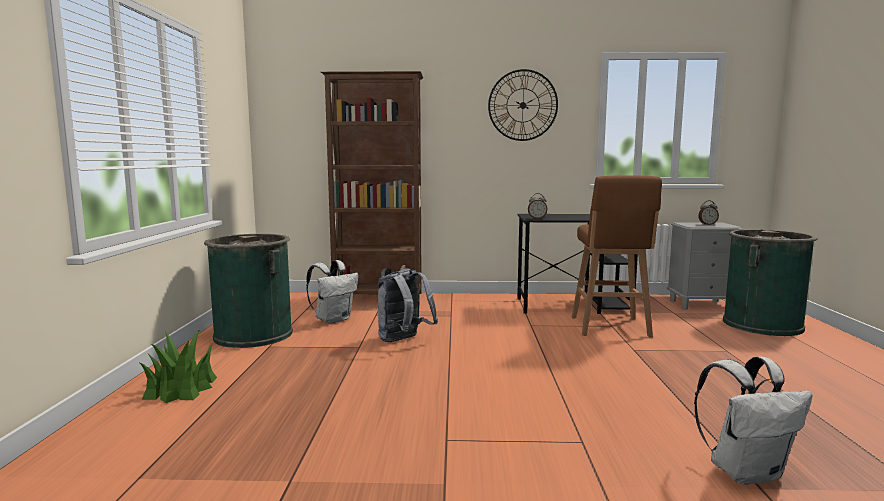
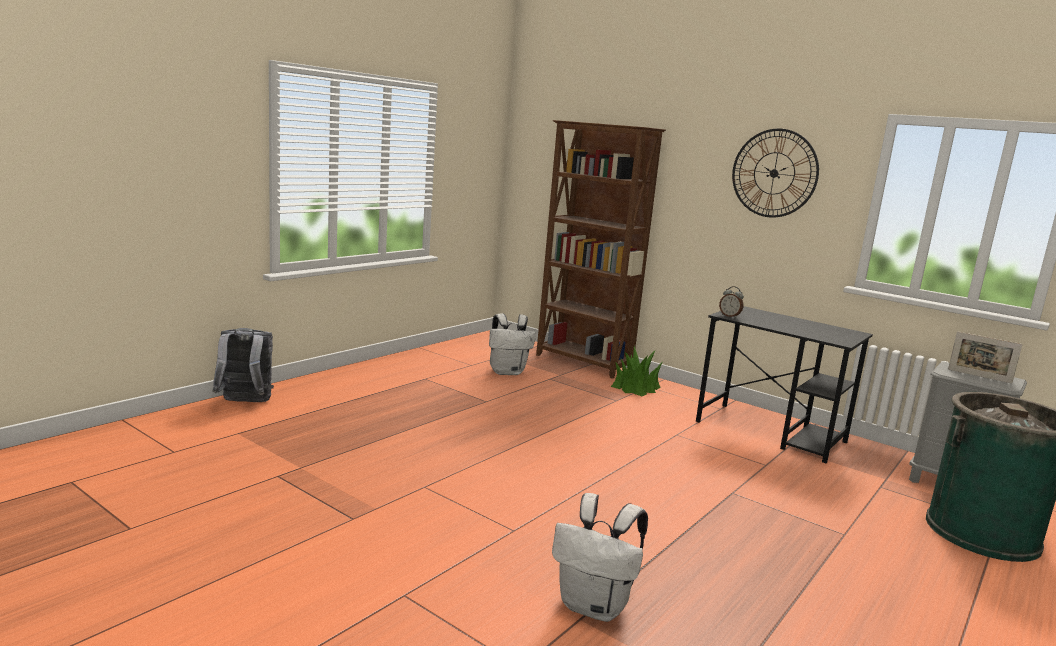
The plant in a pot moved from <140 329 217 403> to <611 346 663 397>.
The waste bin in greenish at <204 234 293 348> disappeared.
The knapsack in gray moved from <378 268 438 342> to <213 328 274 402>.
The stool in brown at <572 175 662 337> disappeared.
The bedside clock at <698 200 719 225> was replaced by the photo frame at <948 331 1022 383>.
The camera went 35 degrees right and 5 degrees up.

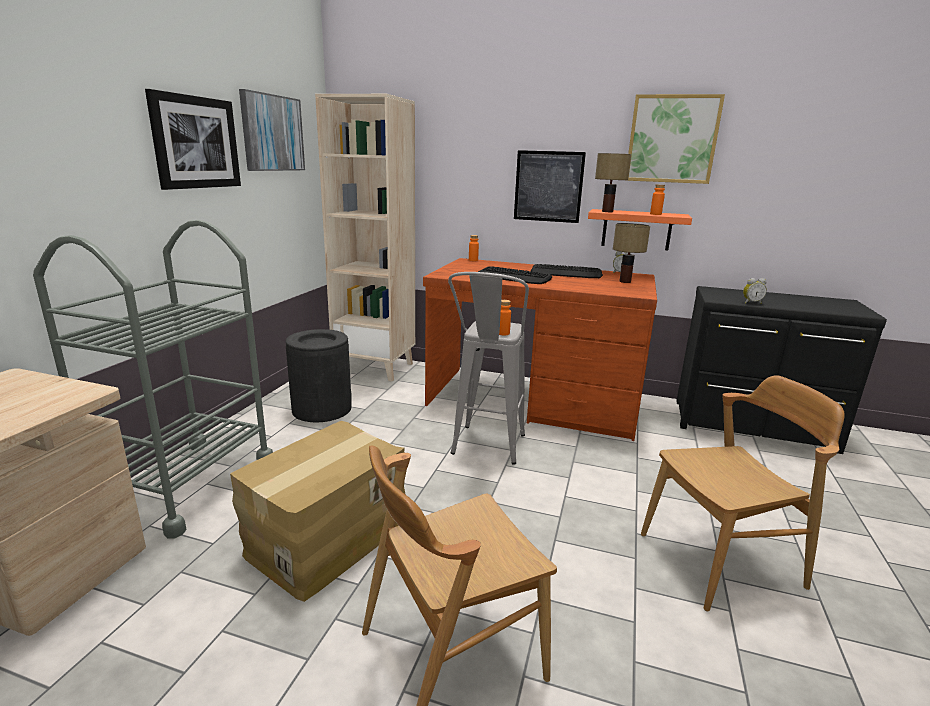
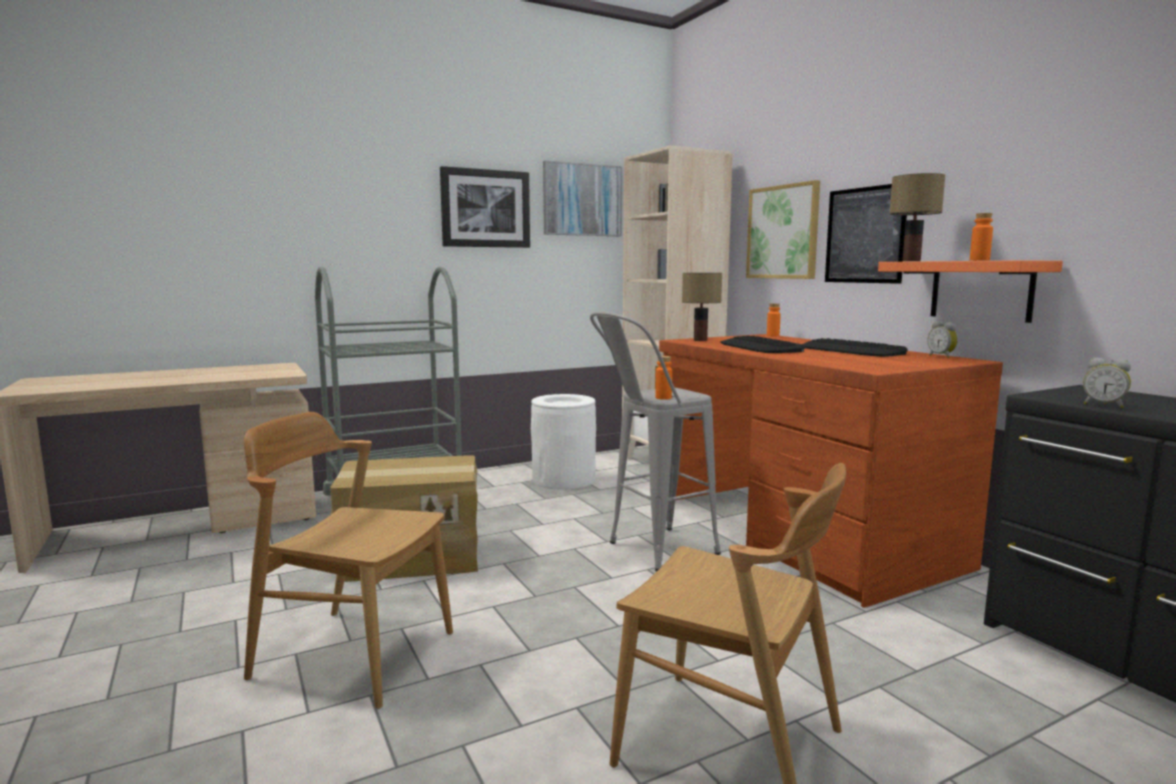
The waste bin in blackish at <286 329 352 422> became the waste bin in white at <531 394 596 490>.
The tabletop lamp moved from <613 223 650 283> to <682 273 722 341>.
The wall art moved from <625 94 725 184> to <746 180 820 279>.
The camera went 45 degrees right and 10 degrees down.

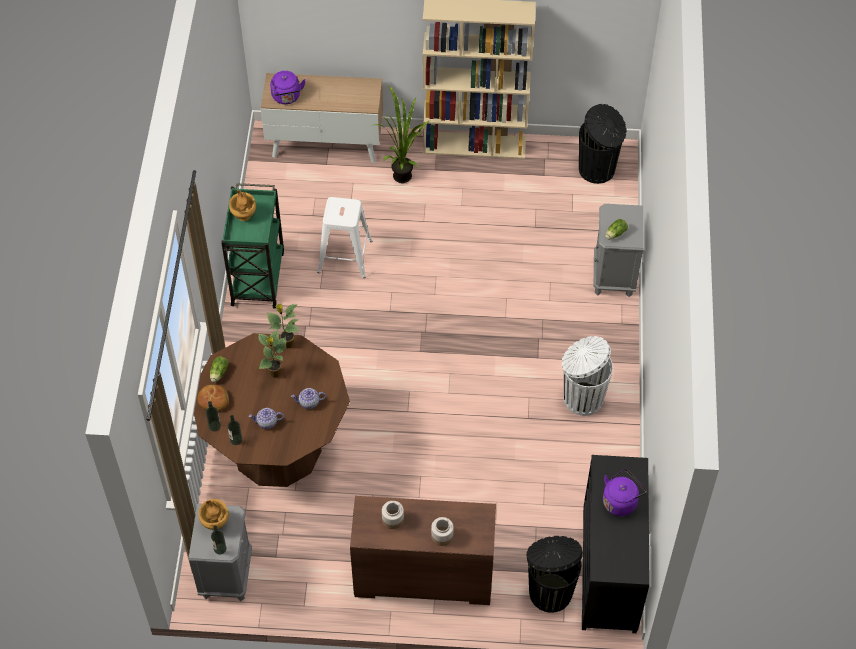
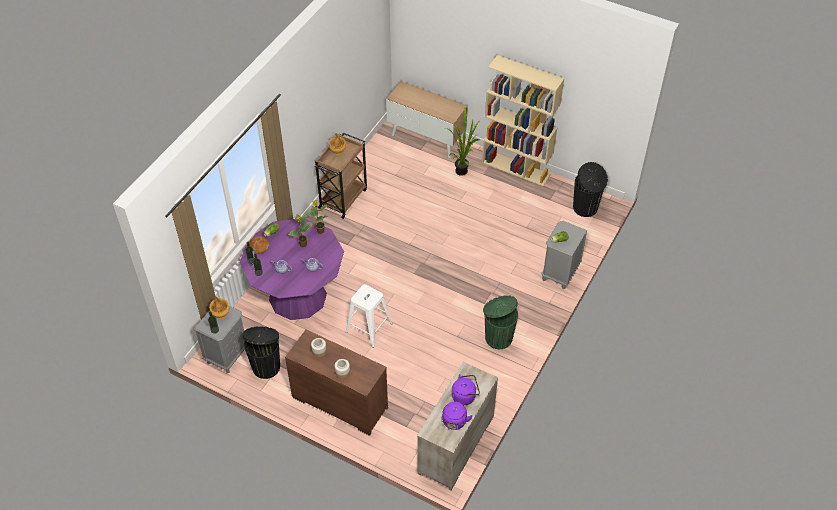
The dining table in brown at <194 333 350 487> became the dining table in purple-coloured at <240 219 344 320>.
The wheeled cart in greenish at <221 183 284 309> became the wheeled cart in brown at <315 133 367 219>.
The tea kettle in purple-coloured moved from <270 71 306 104> to <441 402 473 430>.
The stool in white moved from <317 197 373 278> to <345 284 393 348>.
The waste bin in blackish moved from <527 536 583 613> to <243 326 280 379>.
The waste bin in white at <561 336 613 416> became the waste bin in greenish at <483 295 518 349>.
The dresser in blackish at <582 455 650 633> became the dresser in sand-coloured at <417 362 498 490>.
The camera went 25 degrees right and 5 degrees down.

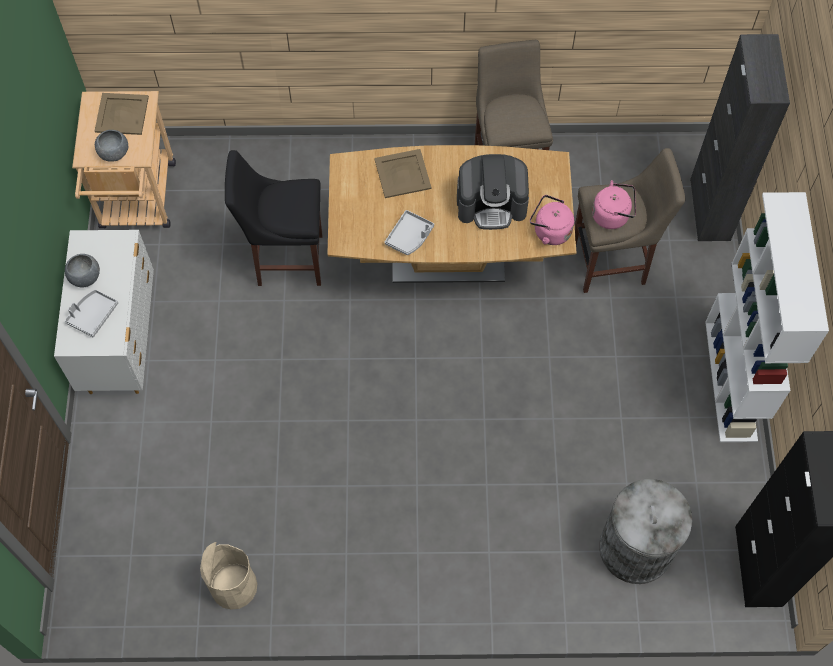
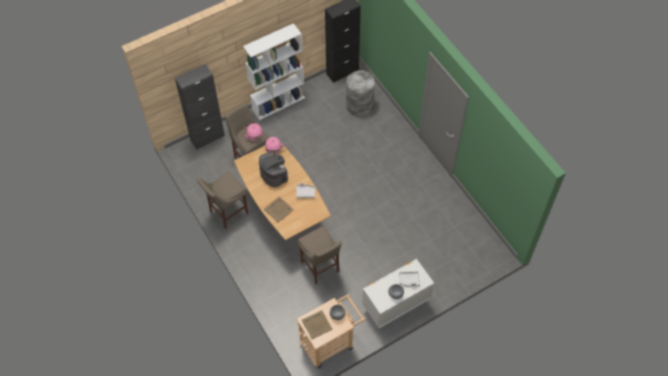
The waste bin in sand-coloured at <200 542 257 610> disappeared.
The stool in blackish at <225 150 322 286> became the stool in sand-coloured at <298 226 342 284>.
The camera went 120 degrees left and 5 degrees down.

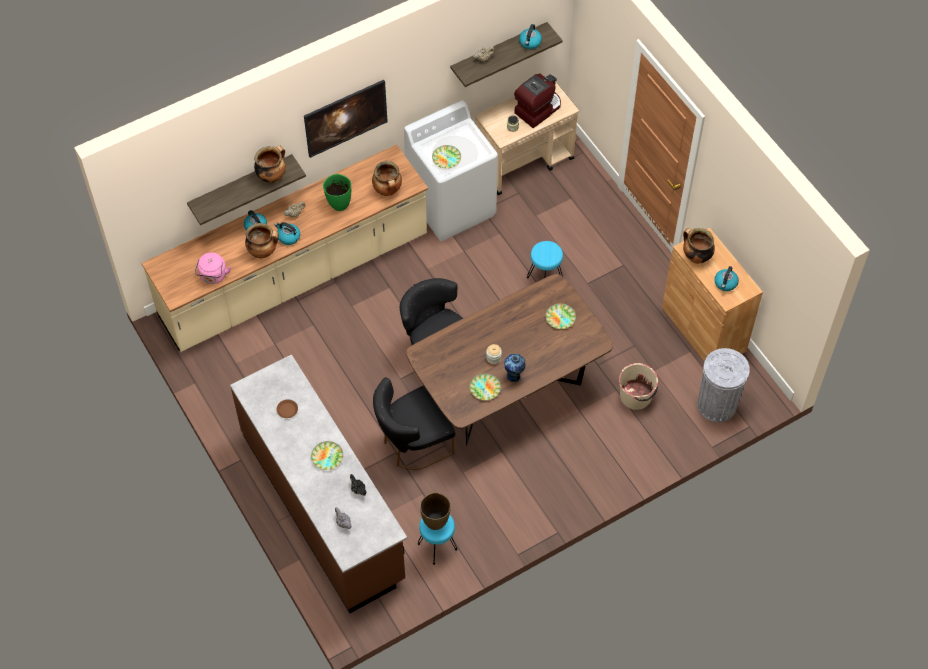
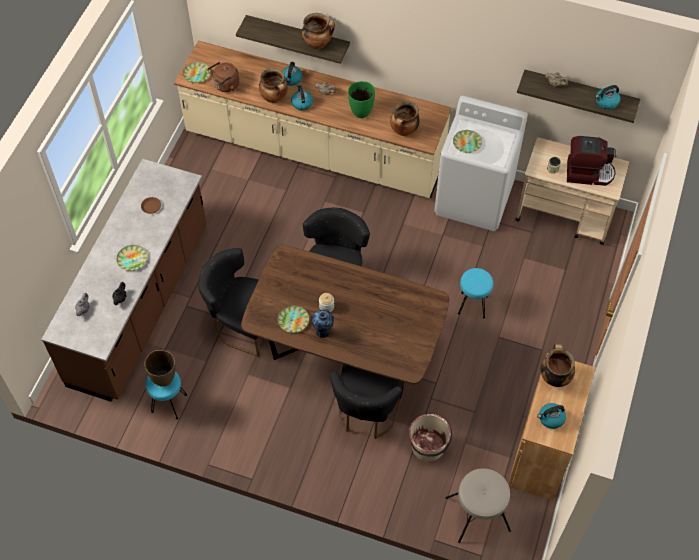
The tea kettle in pinkish at <195 252 231 284> became the tea kettle in brown at <207 62 239 92>.
The wall art at <304 80 388 158> disappeared.
The plate moved from <545 303 576 329> to <183 62 211 83>.
The waste bin in gray at <697 348 750 422> was replaced by the stool in sand-coloured at <445 468 511 543>.
The upright chair in blackish at <330 364 404 439> appeared.
The camera went 50 degrees right and 0 degrees up.

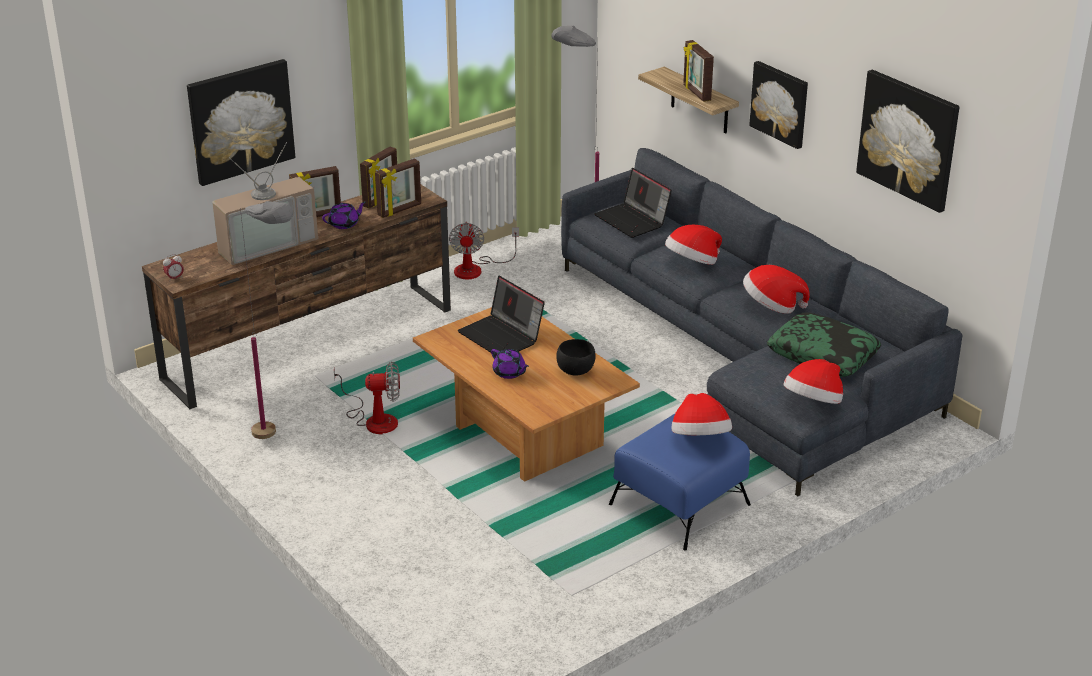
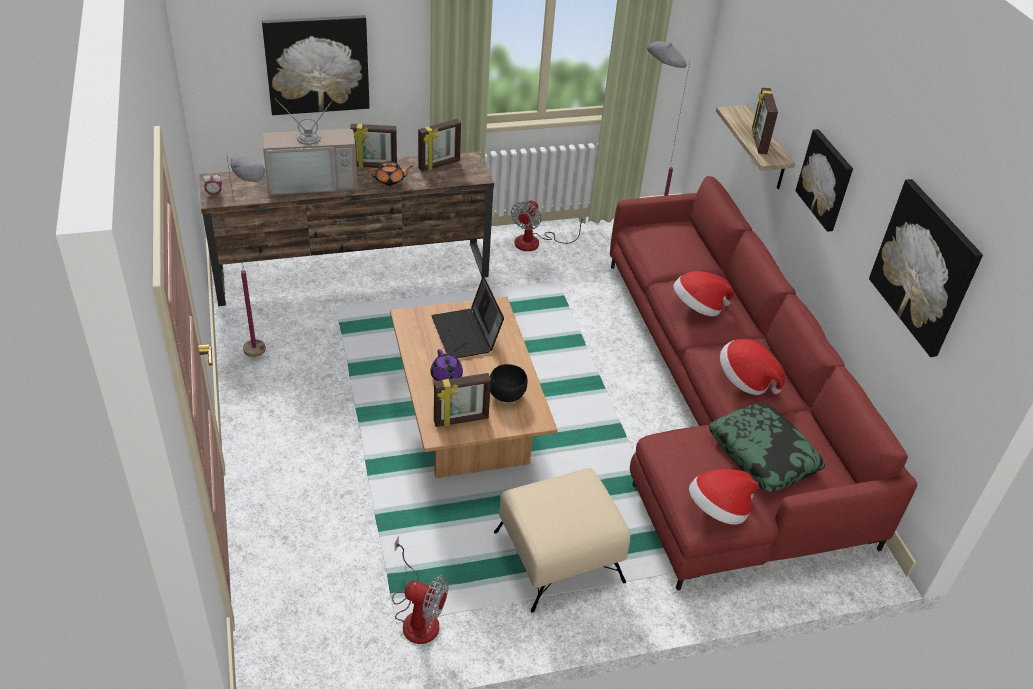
The tea pot in purple-coloured at <322 202 366 229> became the tea pot in orange at <368 161 413 187>.
The electric fan moved from <334 362 400 434> to <392 536 448 644>.
The photo frame moved from <375 159 421 218> to <434 373 491 427>.
The settee in gray at <561 148 962 496> became the settee in red-coloured at <610 176 917 591>.
The portable computer at <594 168 672 238> disappeared.
The pouffe in blue at <609 414 751 550> became the pouffe in sand-coloured at <494 468 630 613>.
The hat at <671 393 732 435> disappeared.
The camera went 20 degrees right and 10 degrees up.

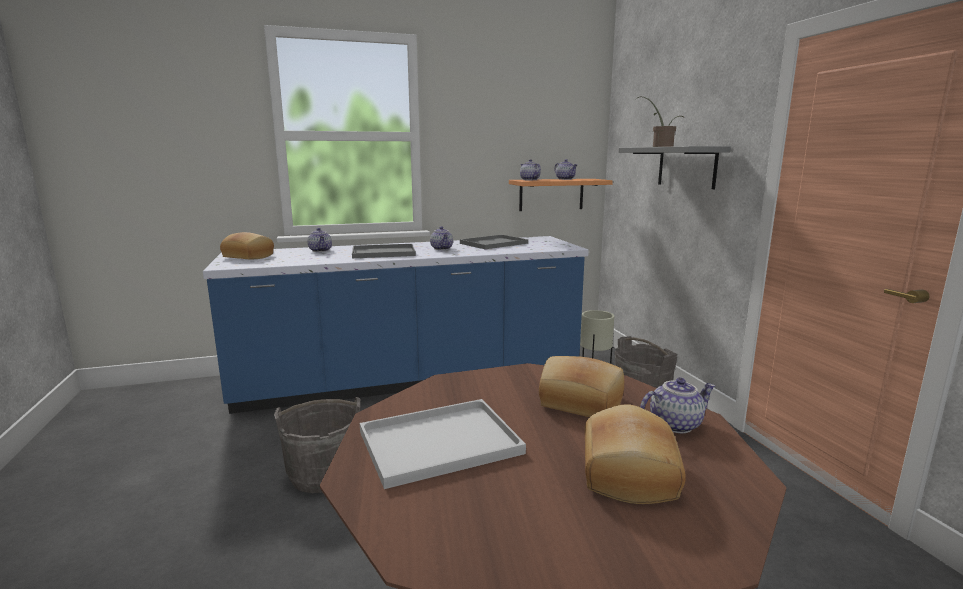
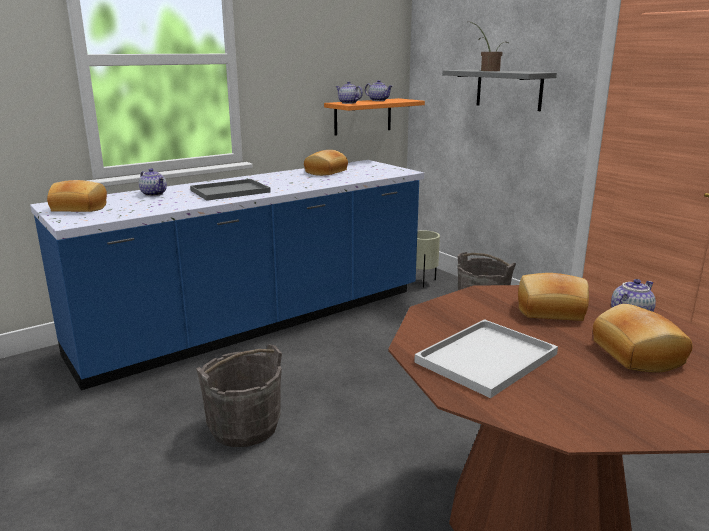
The tea pot at <430 226 453 250> disappeared.
The serving tray in gray at <460 235 528 249> was replaced by the bread at <304 150 348 176>.
The camera went 20 degrees left and 5 degrees up.

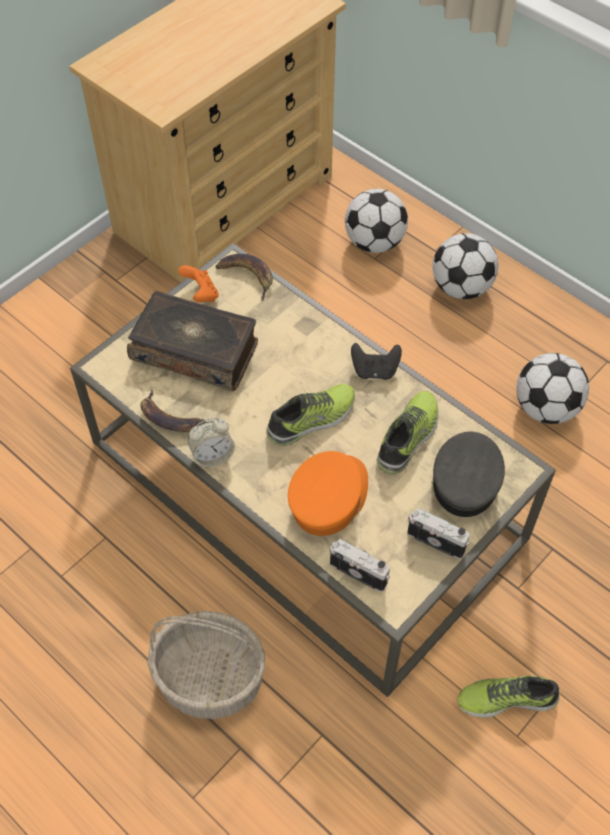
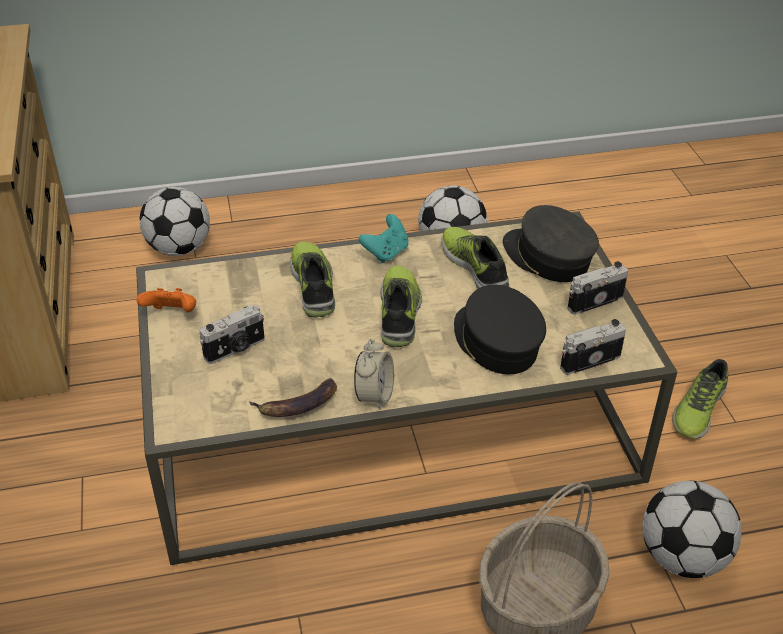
The bound book at <127 291 258 391> was replaced by the still camera at <199 305 265 364>.
The banana fruit at <215 254 273 301> disappeared.
The cap in orange at <288 451 368 536> became the cap in blackish at <454 285 546 374>.
The joypad in blackish at <351 343 402 380> became the joypad in turquoise-coloured at <359 214 408 263>.
The football ball moved from <433 233 498 299> to <642 481 742 578>.
The shoe at <290 241 335 318> appeared.
The camera went 55 degrees left and 15 degrees down.

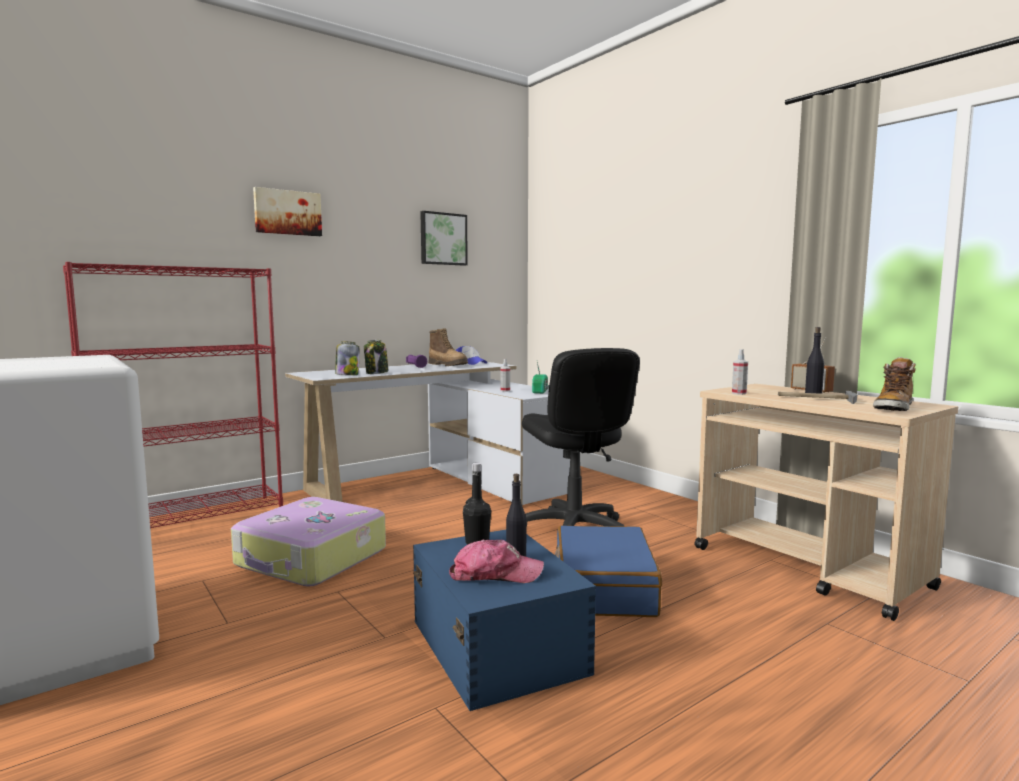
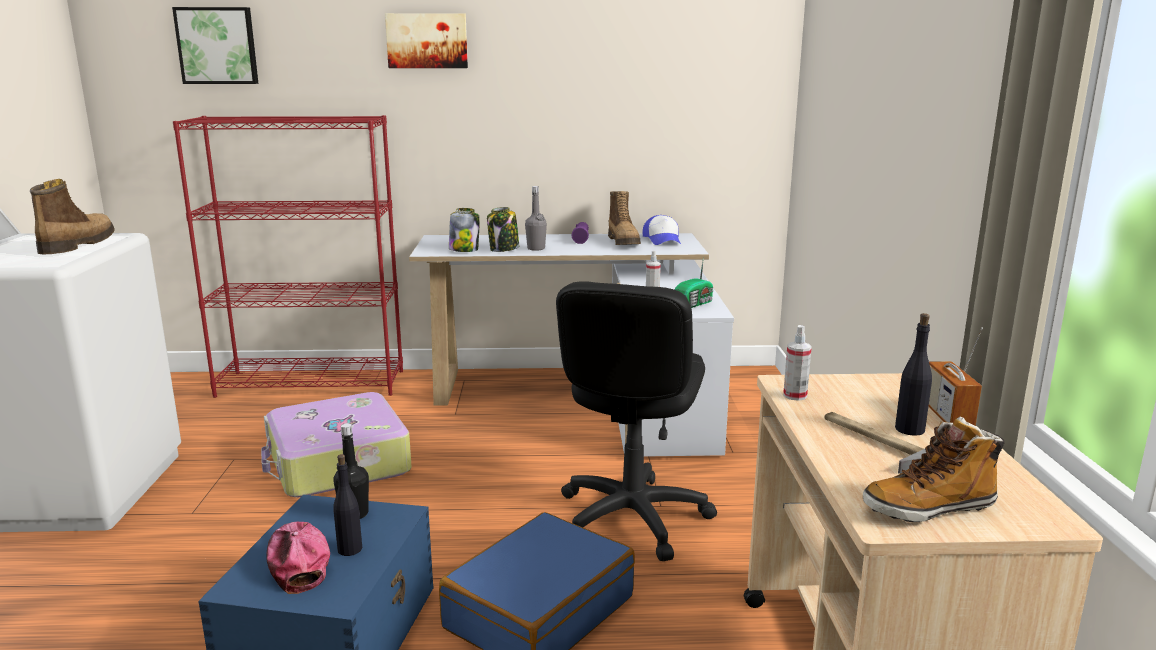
The wall art moved from <420 211 468 266> to <172 7 258 84>.
The cap at <449 540 544 583> turned 150 degrees counterclockwise.
The high-top boot at <30 179 115 254> appeared.
The bottle in gray at <525 186 547 251> appeared.
The camera went 35 degrees right and 10 degrees up.

